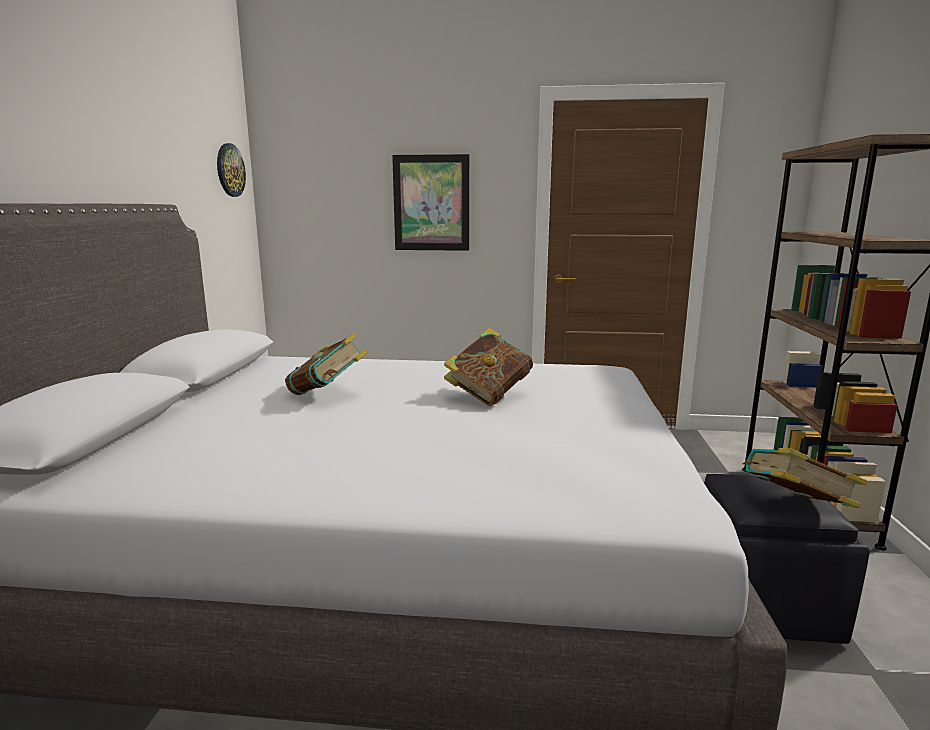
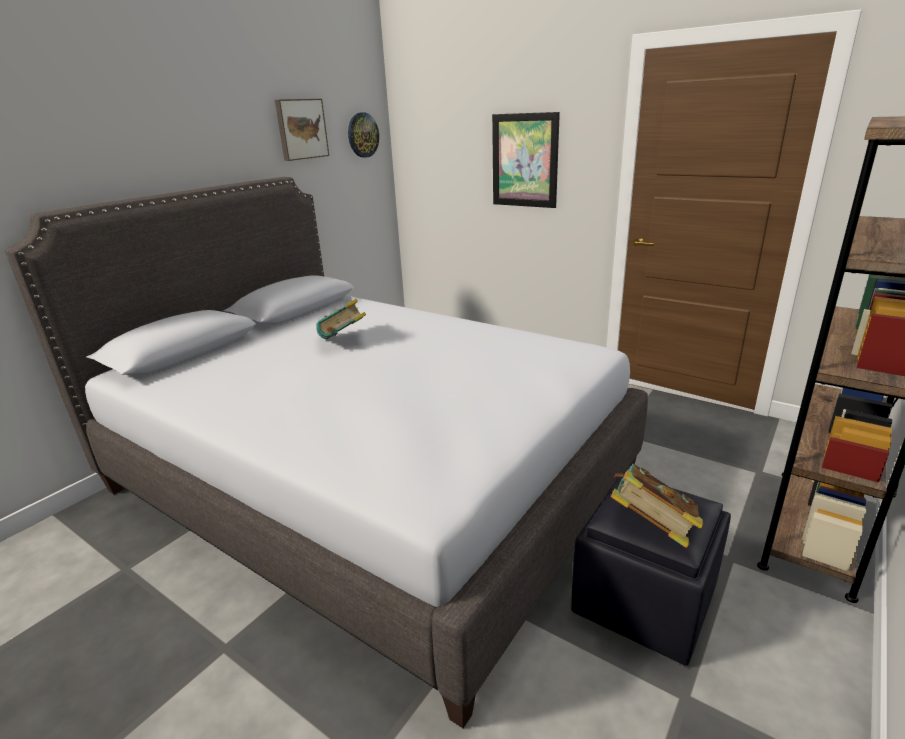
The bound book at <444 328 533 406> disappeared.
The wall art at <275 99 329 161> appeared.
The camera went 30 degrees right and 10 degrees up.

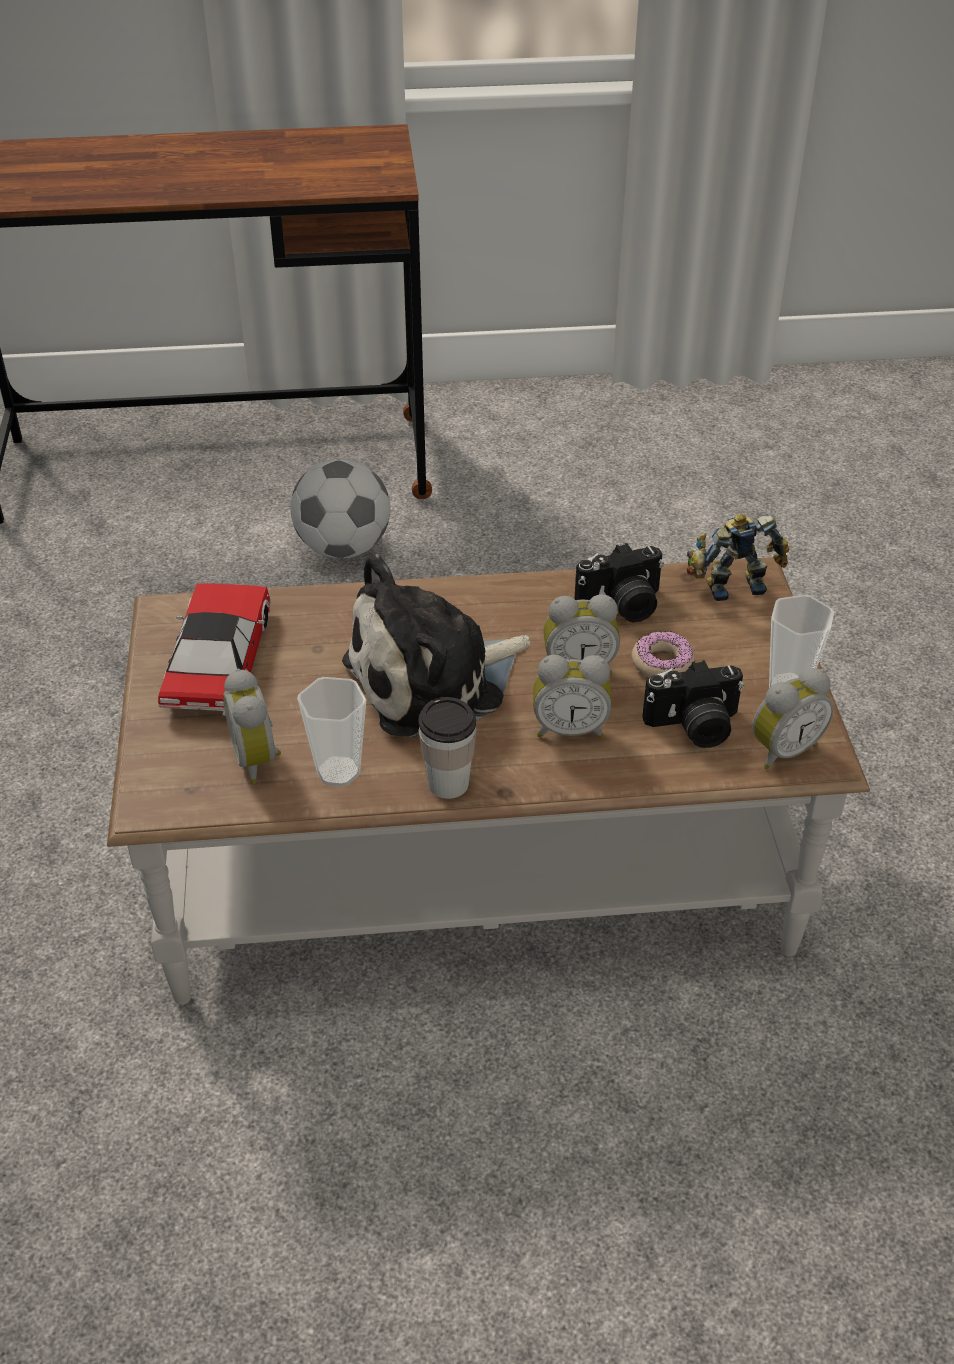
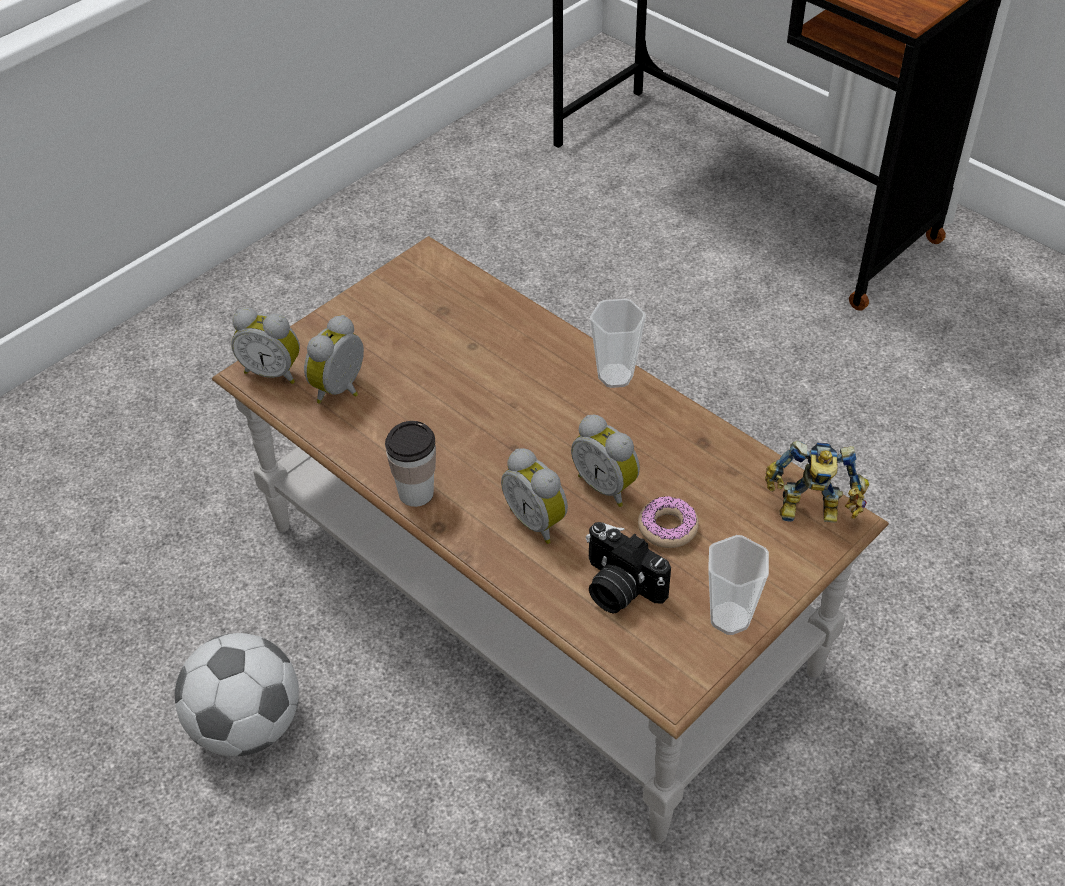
The model car at <158 583 271 716> disappeared.
The football ball moved from <290 459 390 558> to <175 633 299 756>.
The drinking cup moved from <297 677 366 787> to <590 299 646 388>.
The soft toy at <342 554 530 739> disappeared.
The still camera at <574 543 664 623> disappeared.
The model robot at <687 513 790 601> turned 150 degrees clockwise.
The bedside clock moved from <753 668 834 770> to <231 308 300 384>.
The camera went 50 degrees right and 5 degrees up.

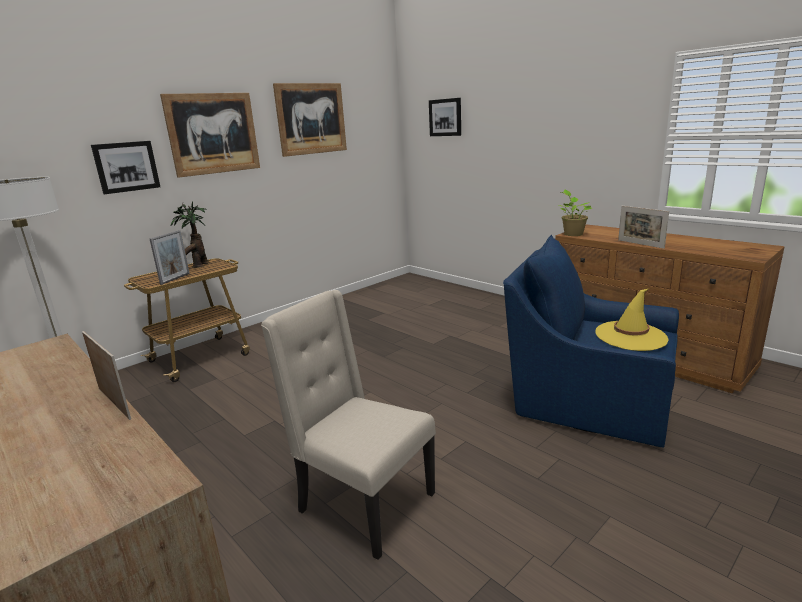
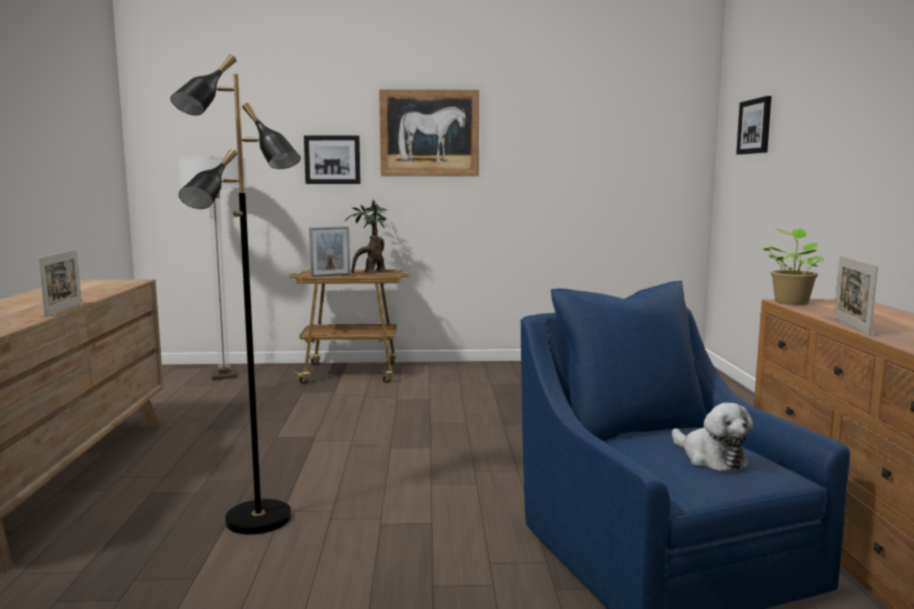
The upright chair in sand-coloured at <261 290 436 560> was replaced by the standing lamp in blackish at <171 55 301 535>.
The wall art at <273 83 347 157> disappeared.
The hat in yellow at <595 289 669 351> was replaced by the soft toy at <672 403 754 471>.
The camera went 40 degrees right and 10 degrees down.

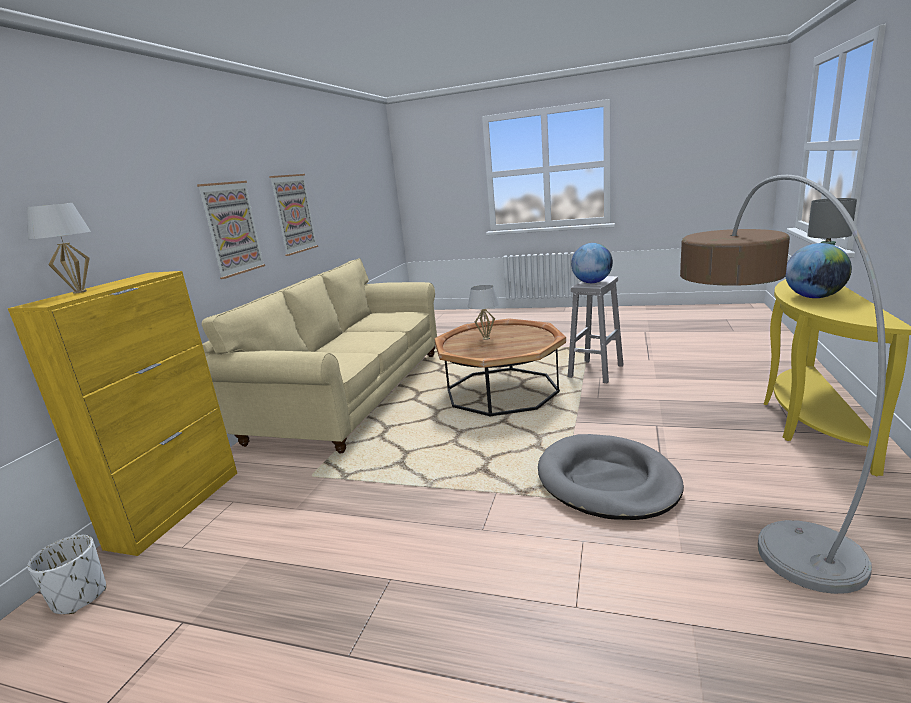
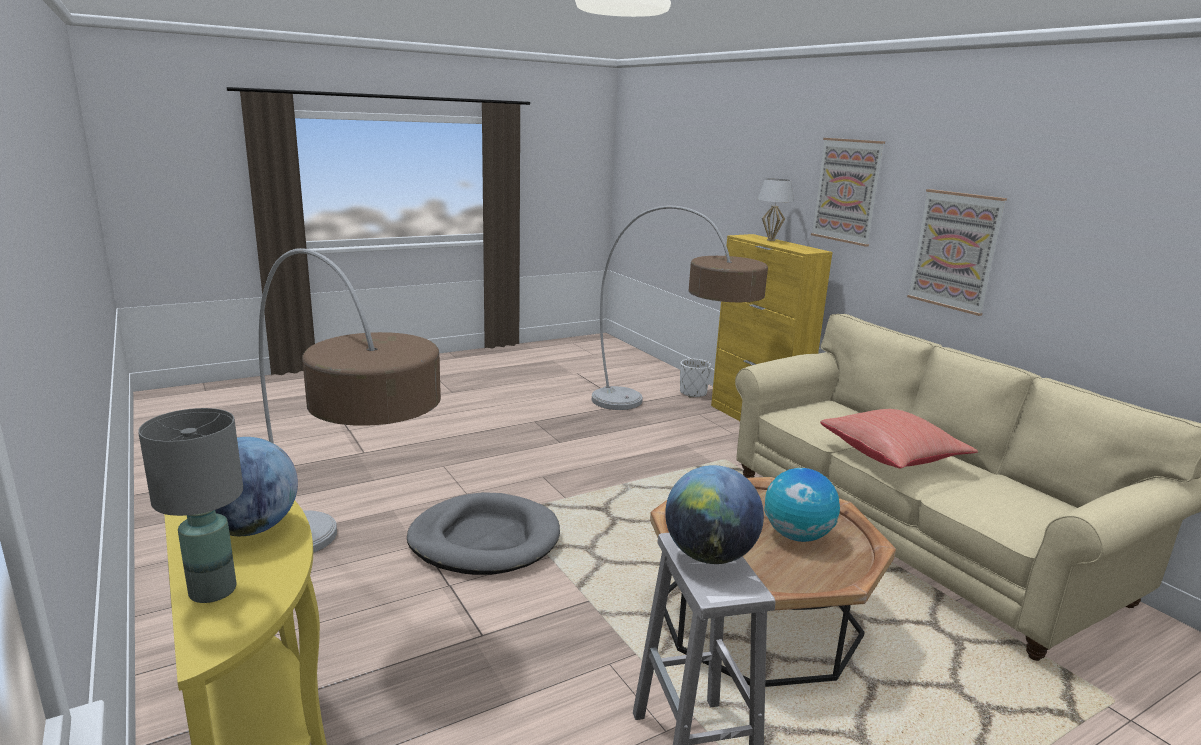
The wall art moved from <269 174 318 256> to <811 138 885 247>.
The tabletop lamp in white at <468 285 499 340> was replaced by the world globe at <764 468 840 542>.
The standing lamp at <592 206 768 410> appeared.
The throw pillow in red-coloured at <820 409 978 468> appeared.
The camera went 130 degrees right and 0 degrees up.

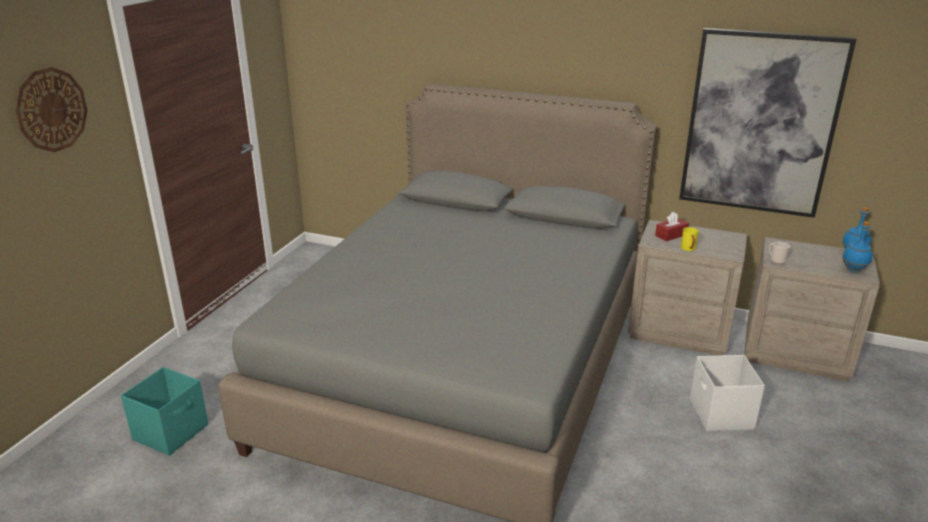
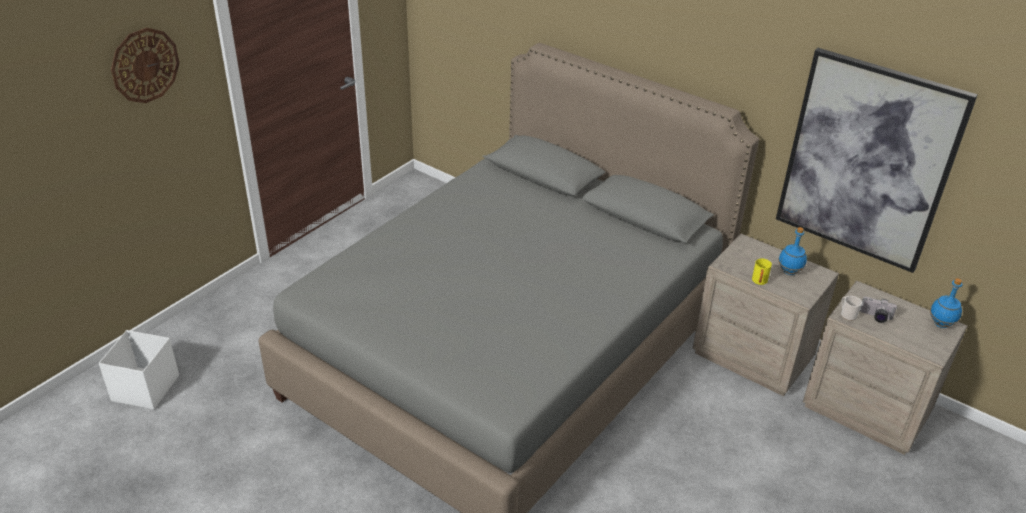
The storage box in turquoise-coloured at <121 367 208 456> disappeared.
The tissue box in red-coloured at <655 212 689 241> disappeared.
The storage box in white moved from <690 355 765 431> to <99 330 179 410>.
The bottle in blue moved from <842 221 873 273> to <778 227 807 275>.
The still camera at <859 297 897 323> appeared.
The camera went 15 degrees right and 10 degrees up.

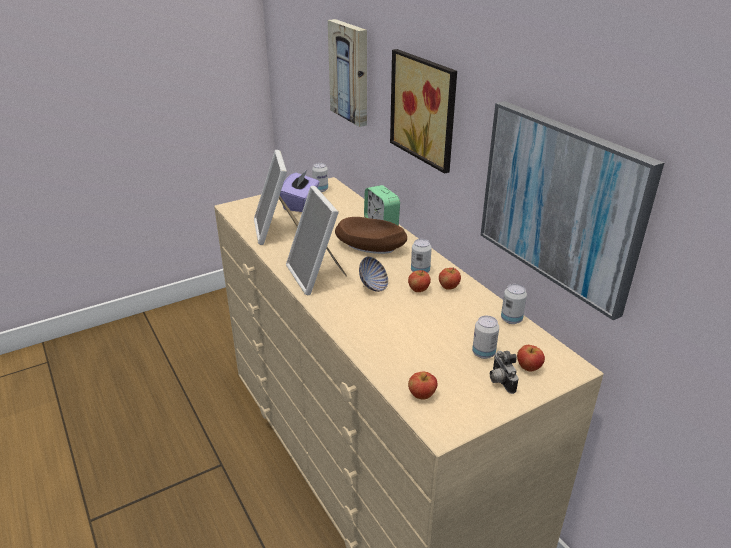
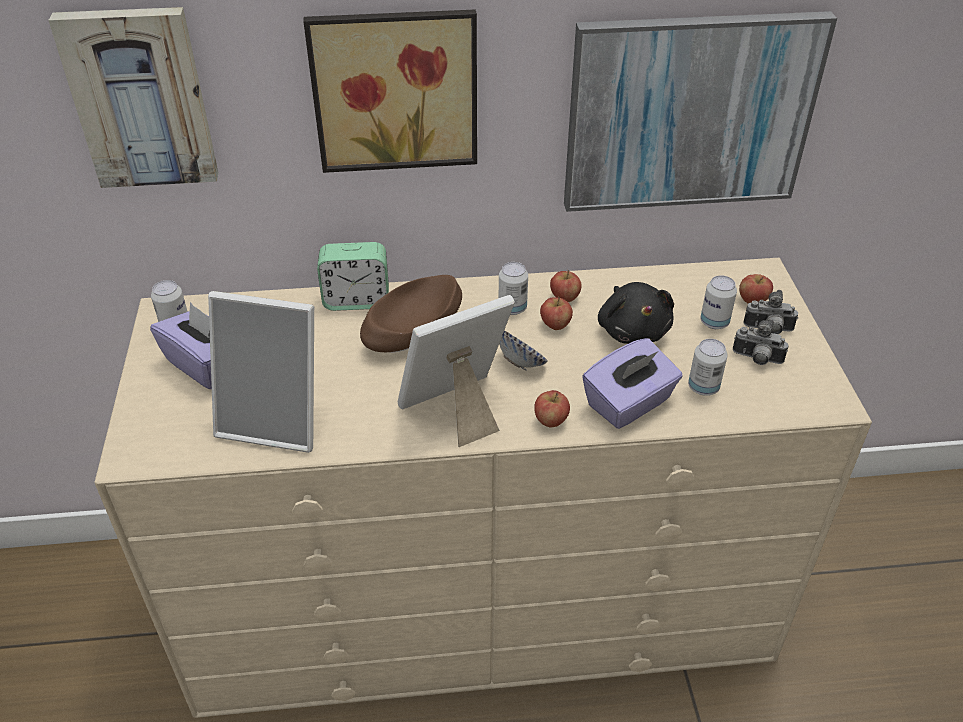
The photo frame at <286 186 347 295> turned 150 degrees clockwise.
The apple moved from <408 372 438 400> to <534 390 570 427>.
The metal can moved from <501 284 527 324> to <688 339 727 396>.
The tissue box in purple-coloured at <582 338 683 429> appeared.
The soft toy in blackish at <598 282 674 344> appeared.
The still camera at <733 319 788 365> appeared.
The camera went 65 degrees left and 10 degrees up.

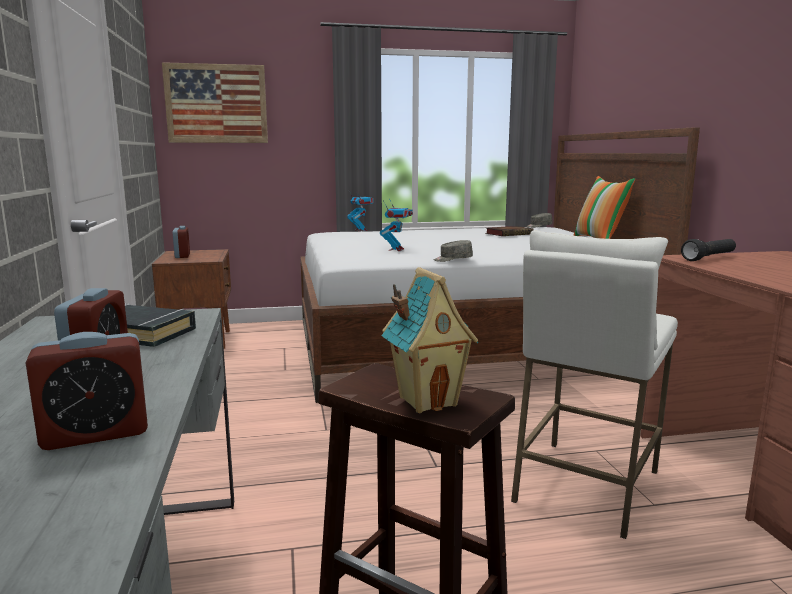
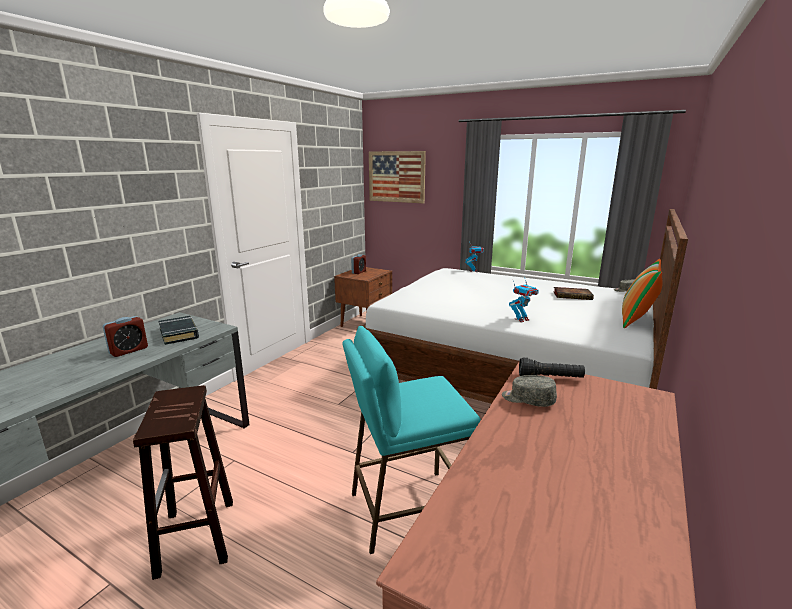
The bedside clock at <26 332 148 450> disappeared.
The model robot moved from <380 199 413 251> to <509 276 538 322>.
The miniature house at <381 267 478 413> disappeared.
The cap in gray moved from <434 240 473 262> to <502 375 557 407>.
The stool in white at <511 230 678 539> became the stool in turquoise-coloured at <342 326 481 554>.
The camera went 40 degrees right and 5 degrees up.

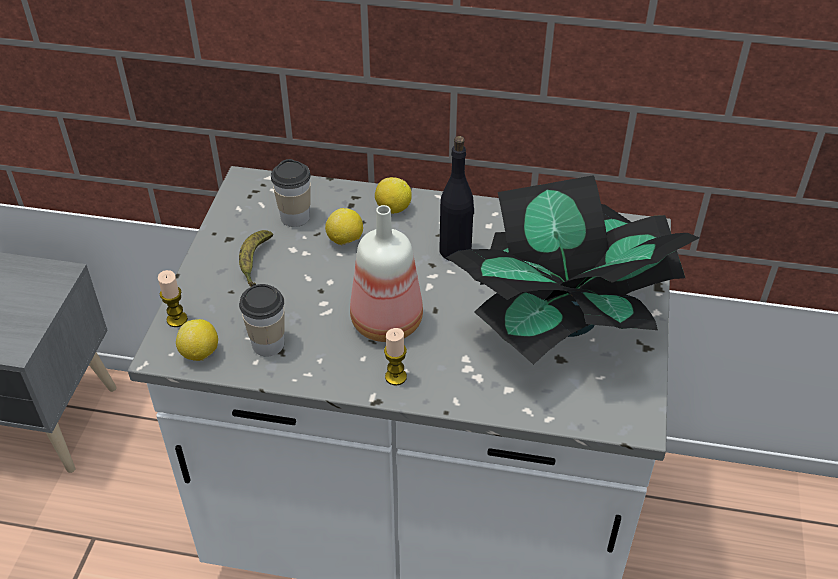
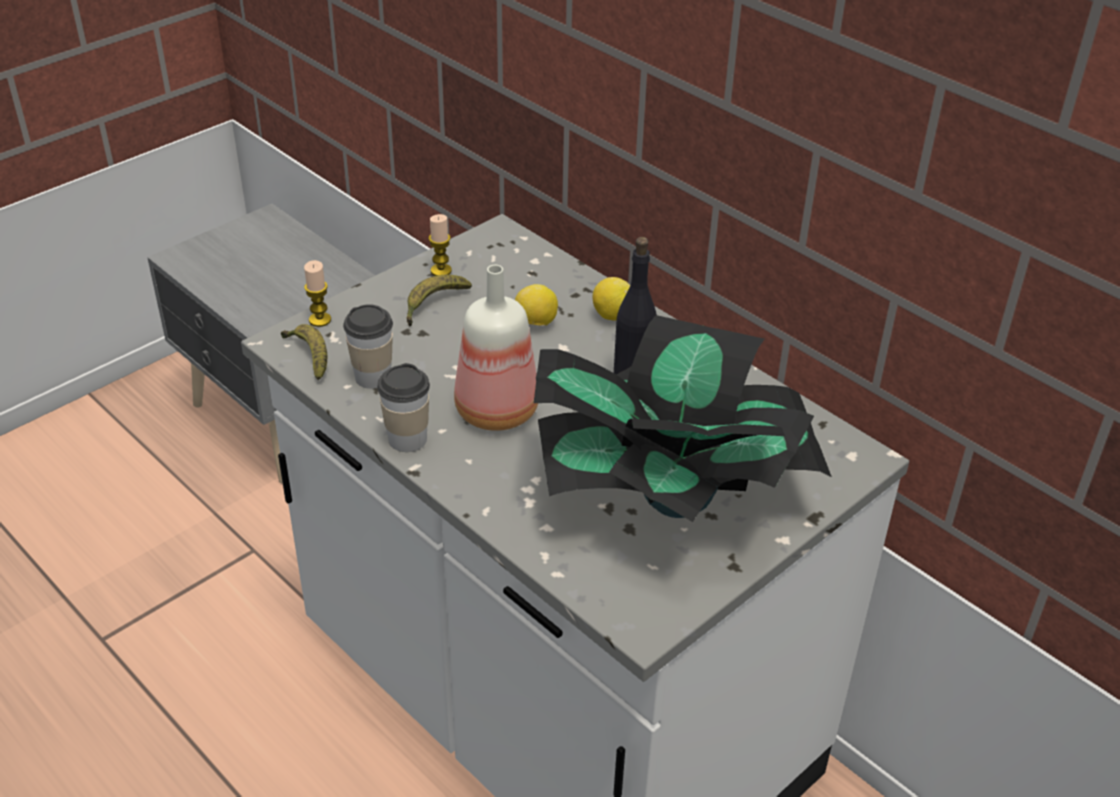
The lemon at <176 319 218 361> was replaced by the banana fruit at <281 324 327 380>.
The drinking cup moved from <271 159 311 227> to <377 363 430 452>.
The wax candle moved from <384 328 407 385> to <429 214 452 276>.
The camera went 35 degrees right and 5 degrees down.

